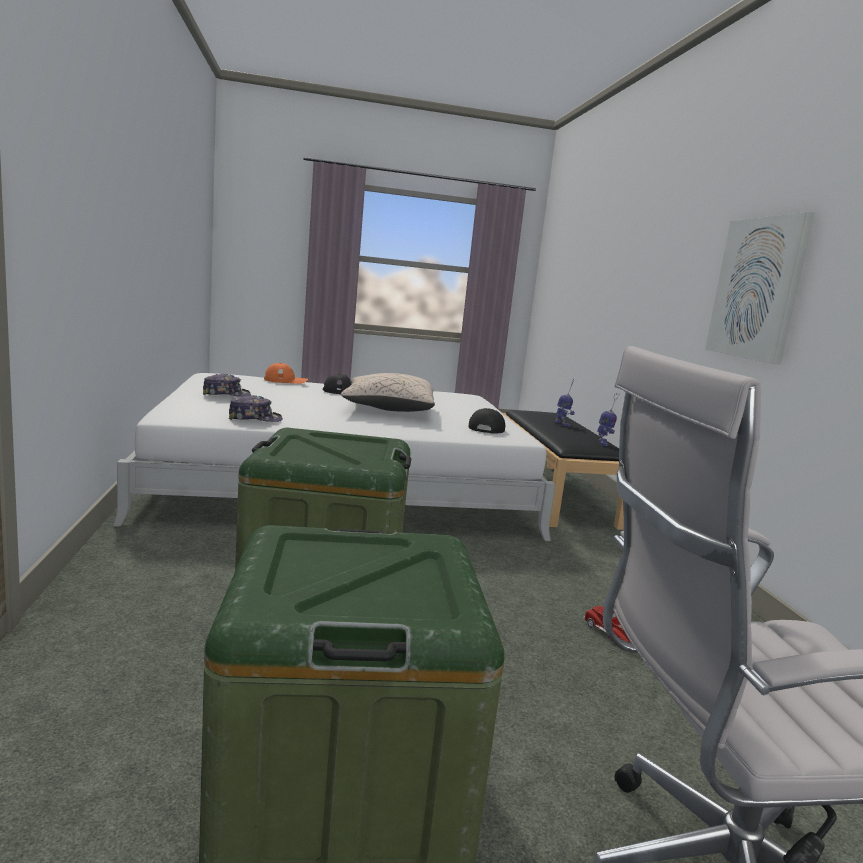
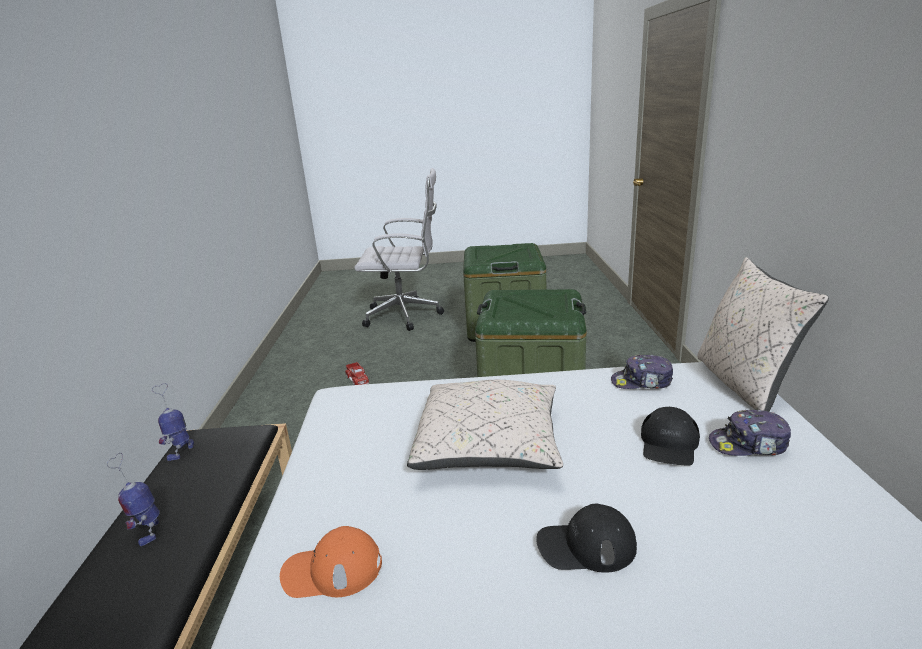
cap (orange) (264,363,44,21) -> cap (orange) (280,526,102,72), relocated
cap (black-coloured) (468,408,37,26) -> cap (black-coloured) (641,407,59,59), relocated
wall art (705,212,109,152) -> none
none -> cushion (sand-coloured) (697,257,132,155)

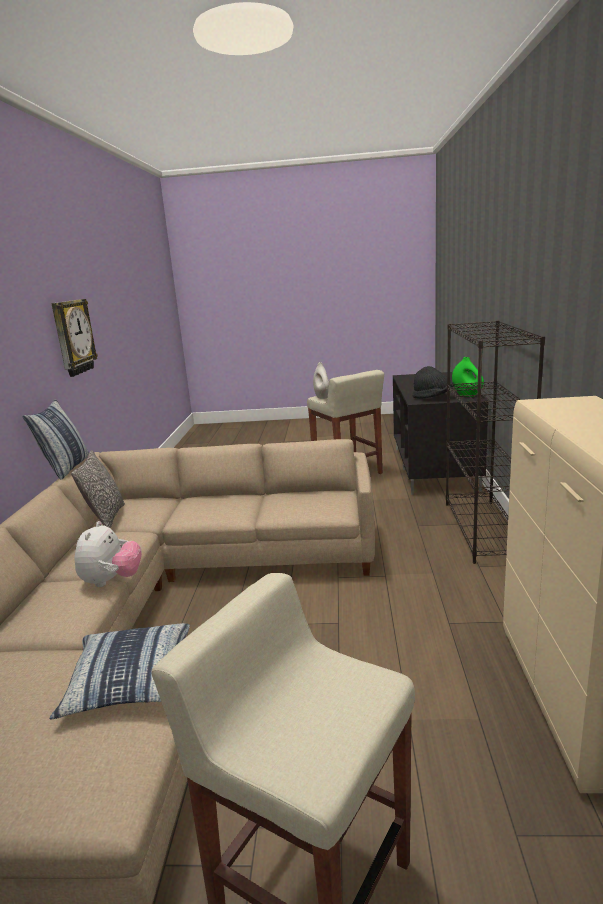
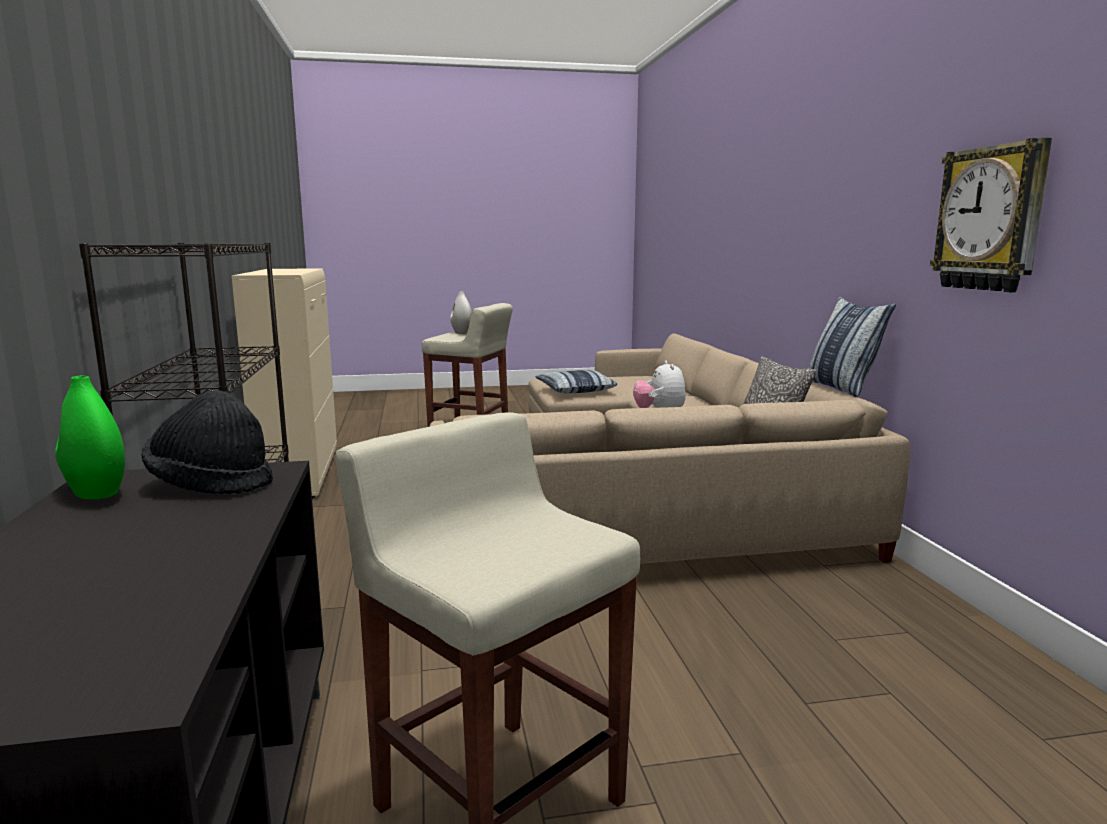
vase (white-coloured) (313,362,16,37) -> vase (white-coloured) (450,292,22,42), relocated

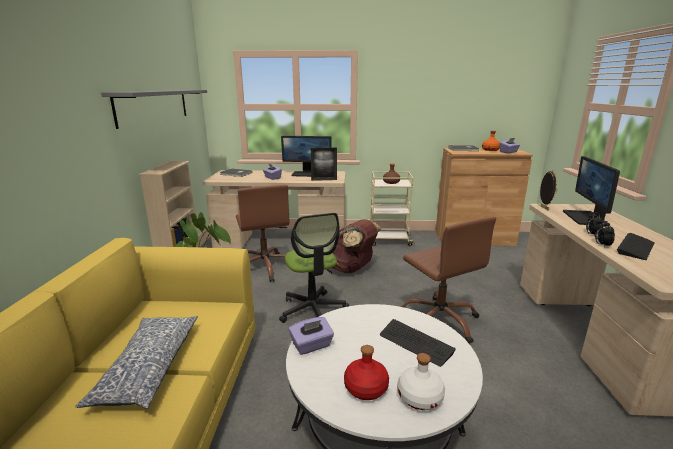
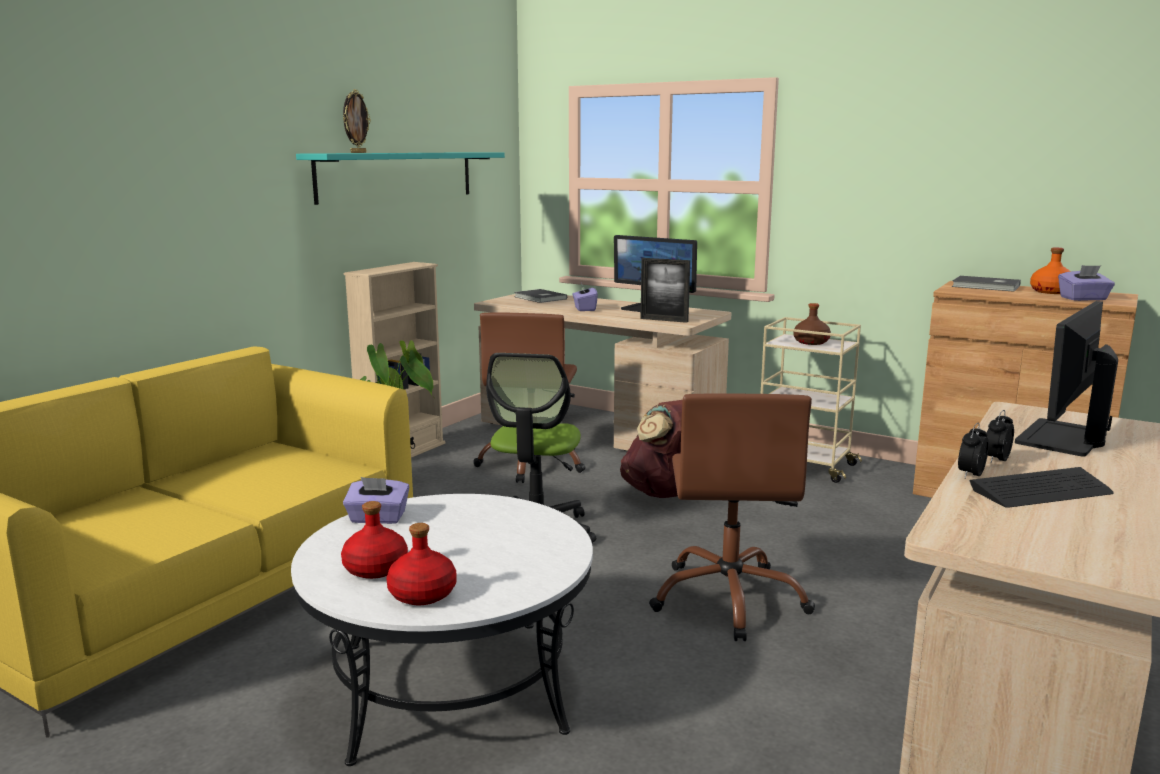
cushion (75,316,123,93) -> none
shelf (gray) (101,90,106,39) -> shelf (turquoise) (296,152,209,53)
keyboard (380,319,76,48) -> none
beverage bottle (white-coloured) (398,353,47,57) -> beverage bottle (reddish) (386,523,70,82)
picture frame (540,170,17,41) -> picture frame (343,89,28,64), relocated

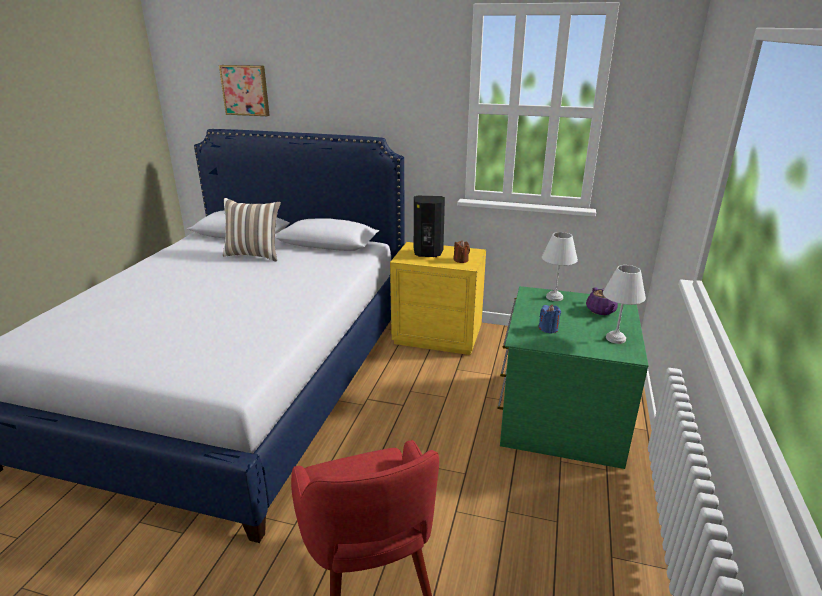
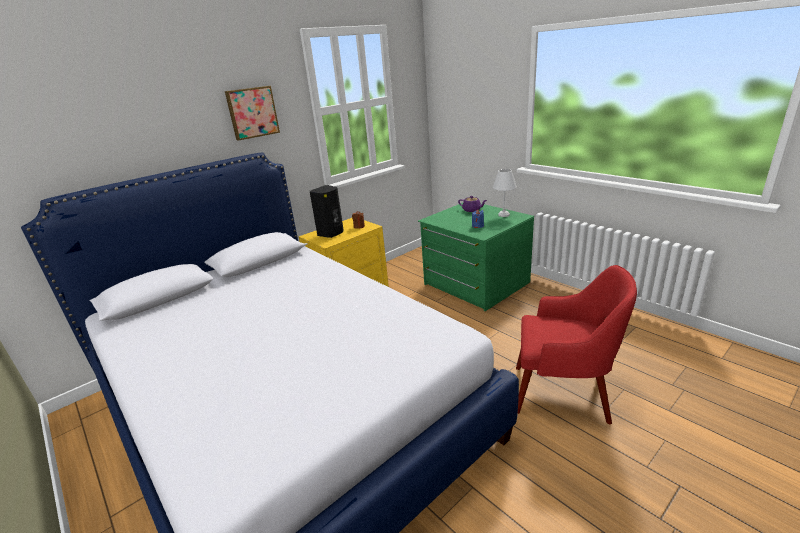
wall art (219,65,51,51) -> wall art (225,86,55,55), relocated
cushion (223,198,58,63) -> none
lamp for a table (white-coloured) (542,232,36,69) -> none

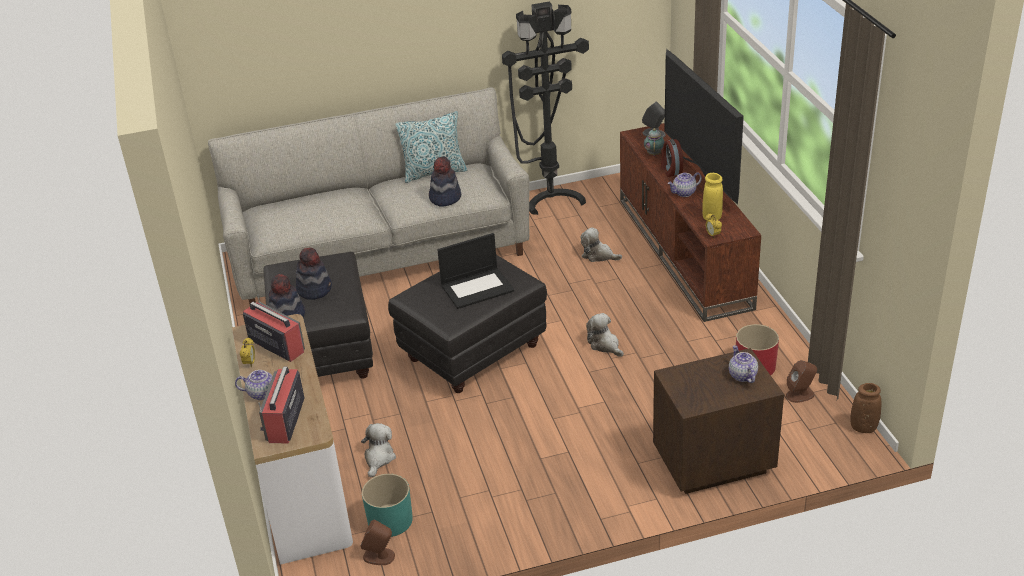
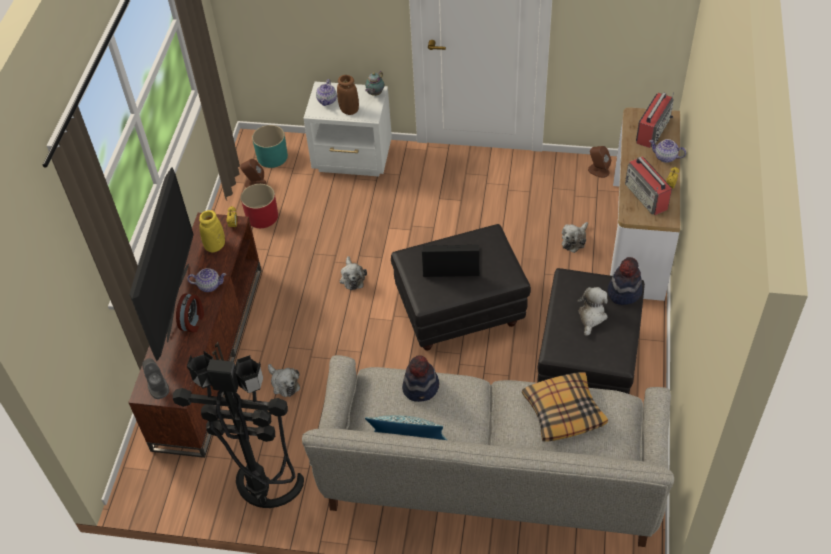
clothing hat (296,248,36,52) -> soft toy (578,287,30,49)
plant pot (turquoise) (362,474,51,63) -> plant pot (turquoise) (252,125,36,43), relocated
pot for tea (644,128,20,28) -> pot for tea (365,71,19,25), relocated
night table (brownish) (653,348,131,146) -> night table (white-coloured) (303,82,89,95)
vase (brownish) (850,383,31,50) -> vase (brownish) (337,75,22,40), relocated
none -> cushion (522,372,86,69)

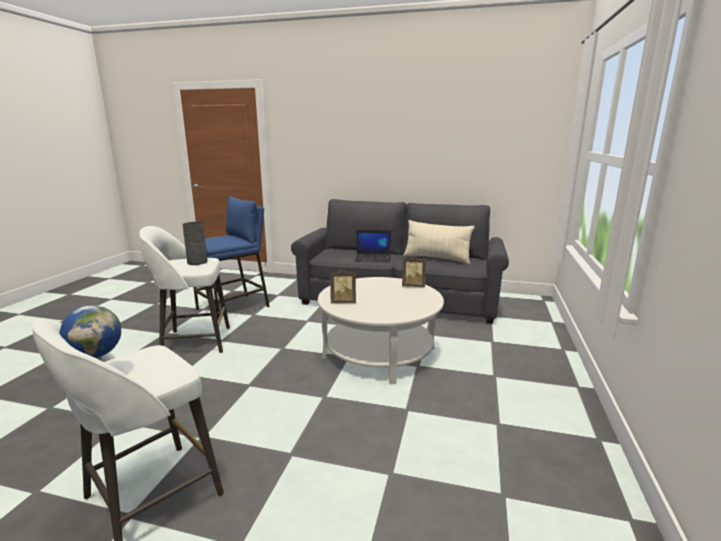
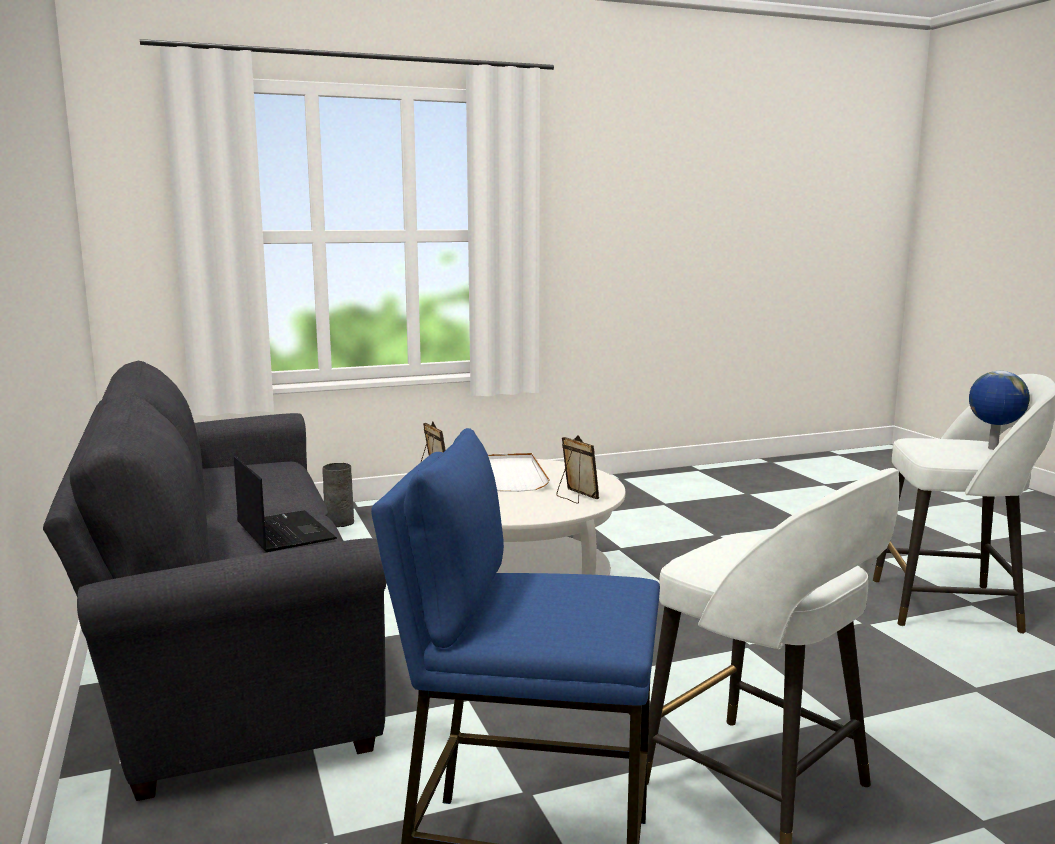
vase (gray) (183,222,25,43) -> vase (gray) (323,463,31,64), relocated
cushion (sand-coloured) (403,220,72,44) -> none
none -> tray (white-coloured) (488,453,62,39)

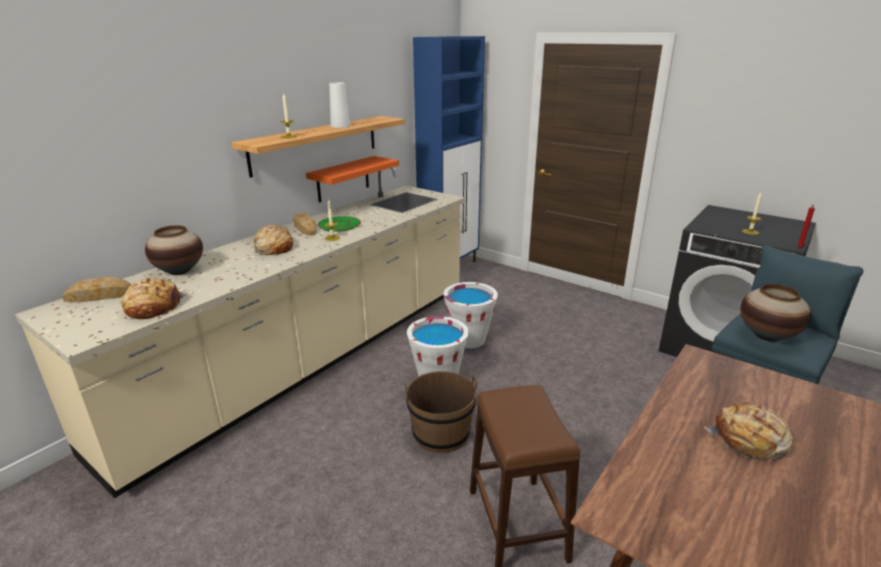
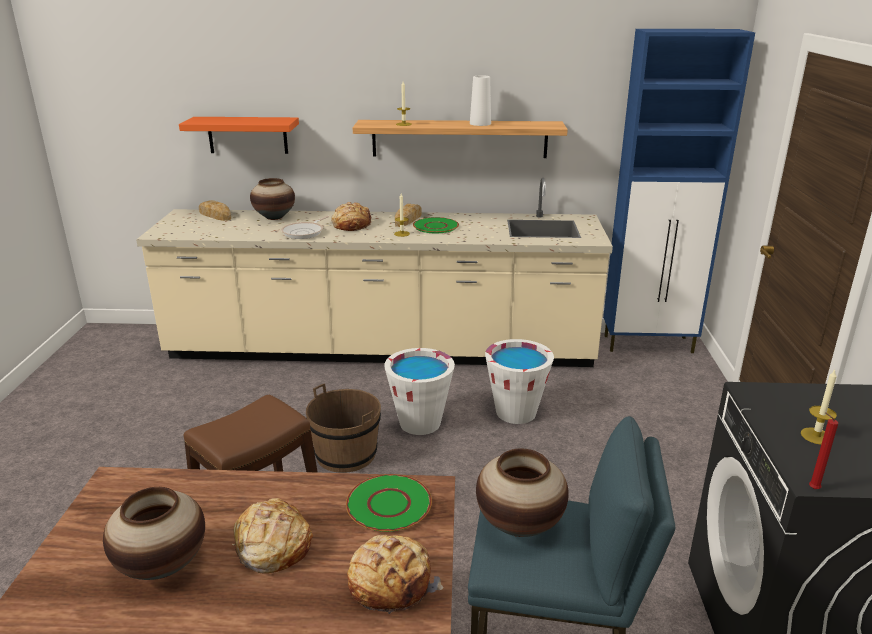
baked bread (121,278,66,41) -> baked bread (347,535,97,79), relocated
shelf (orange) (306,156,93,47) -> shelf (orange) (179,117,120,37), relocated
none -> vase (103,487,102,93)
none -> skillet (281,216,48,23)
none -> plate (green-coloured) (346,474,86,58)

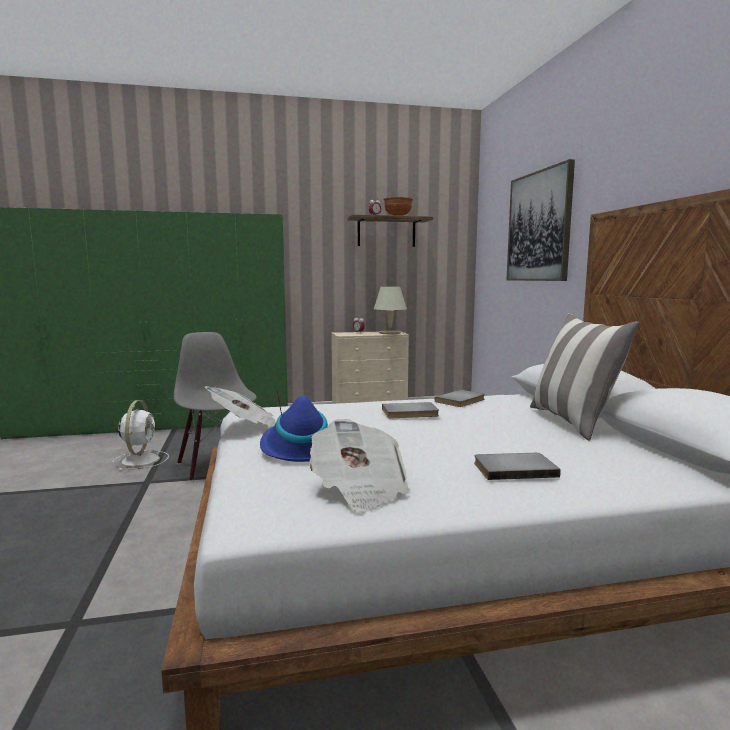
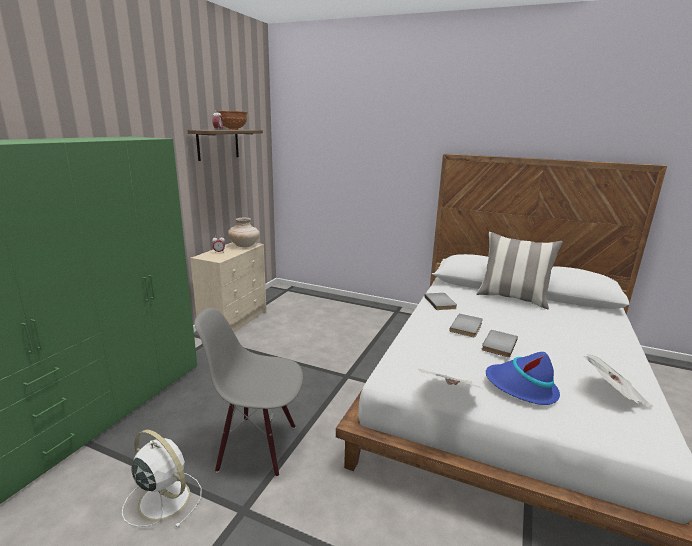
lamp for a table (sand-coloured) (374,286,33,48) -> vase (sand-coloured) (228,218,32,29)
book (gray) (474,453,87,27) -> book (gray) (482,330,36,28), relocated
wall art (506,159,69,122) -> none

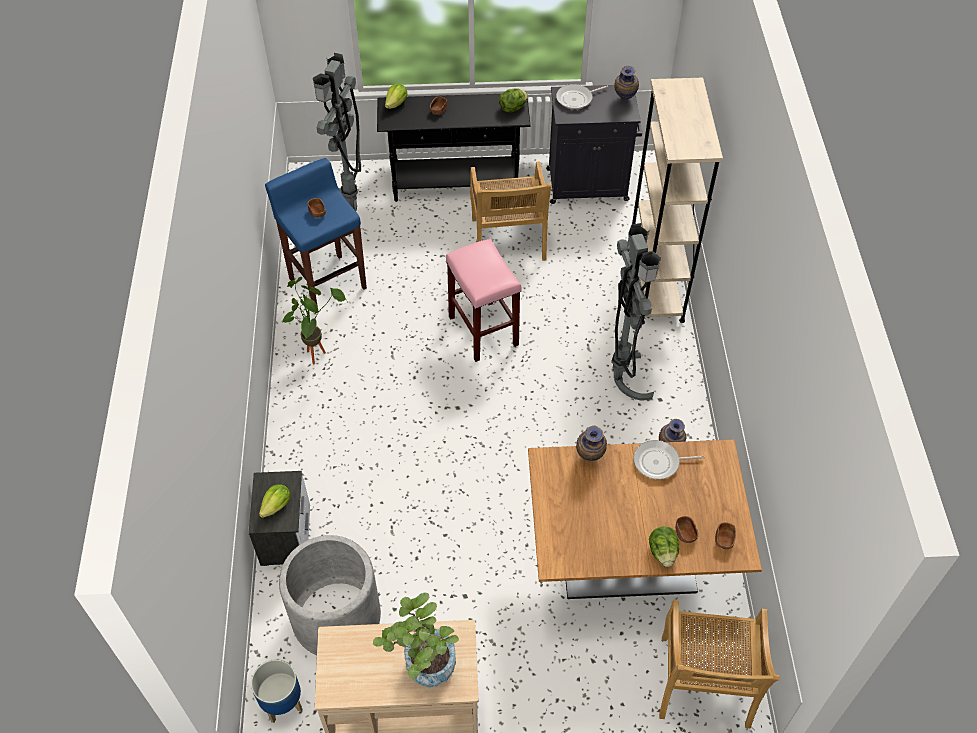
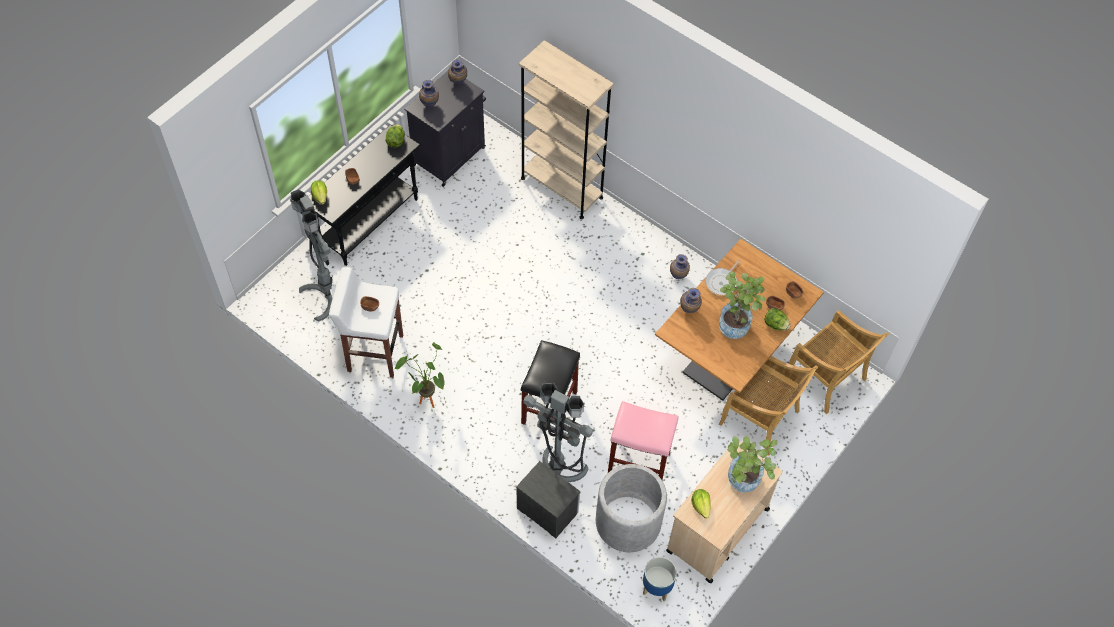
lettuce head (259,484,31,34) -> lettuce head (691,489,20,30), relocated
stool seat (blue-coloured) (265,158,102,155) -> stool seat (white-coloured) (329,267,74,111)
stool seat (pink-coloured) (446,239,75,123) -> stool seat (pink-coloured) (608,401,71,79), relocated
chair (sand-coloured) (470,162,82,99) -> chair (sand-coloured) (719,356,99,99), relocated
skillet (556,84,52,25) -> vase (419,80,20,27)
standard lamp (gray) (611,223,50,177) -> standard lamp (gray) (524,382,69,100), relocated
none -> stool seat (black-coloured) (521,340,59,85)
none -> potted plant (719,272,47,67)

